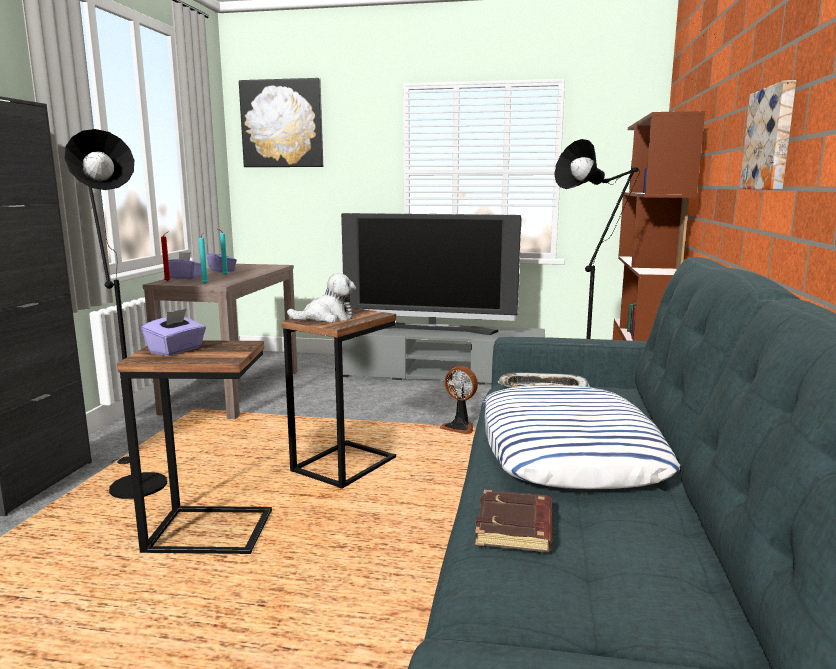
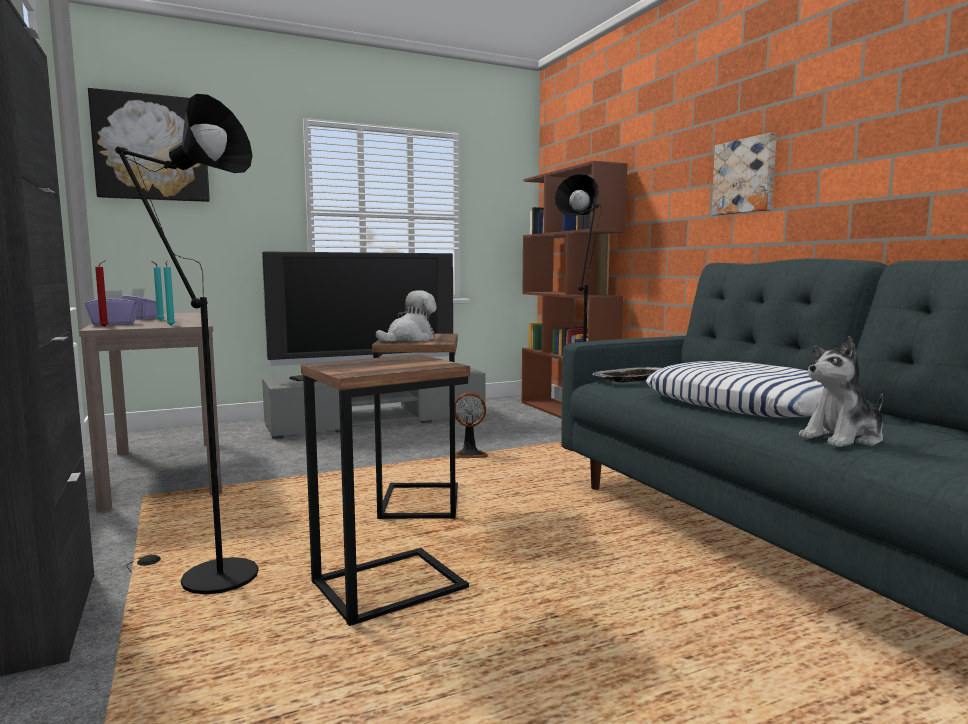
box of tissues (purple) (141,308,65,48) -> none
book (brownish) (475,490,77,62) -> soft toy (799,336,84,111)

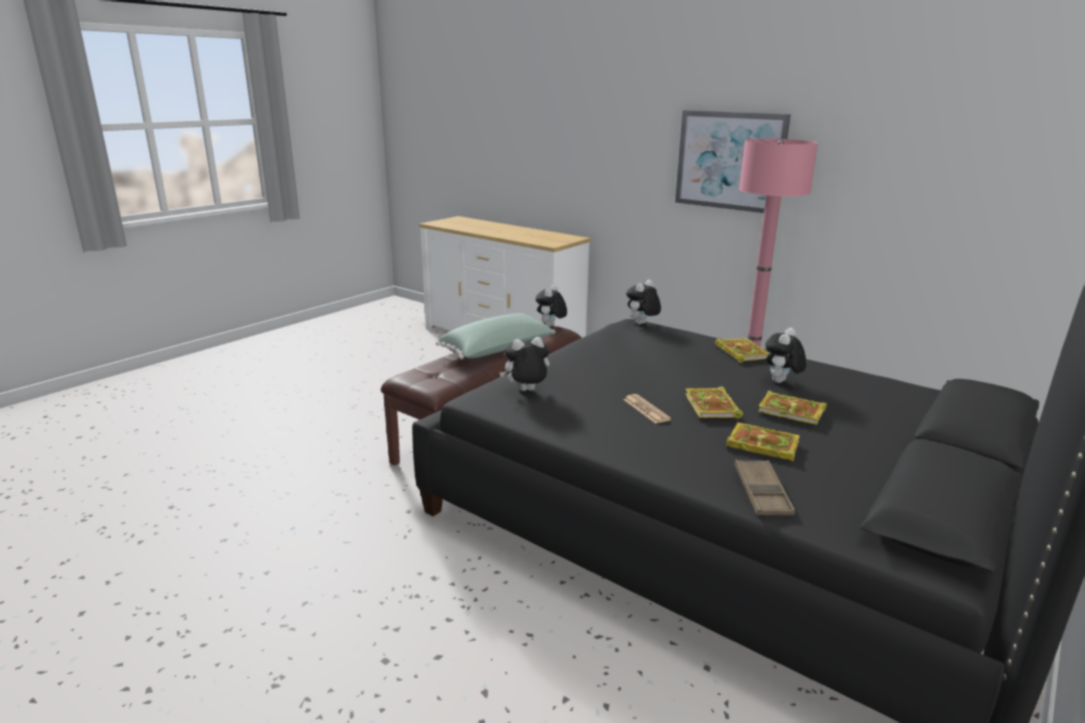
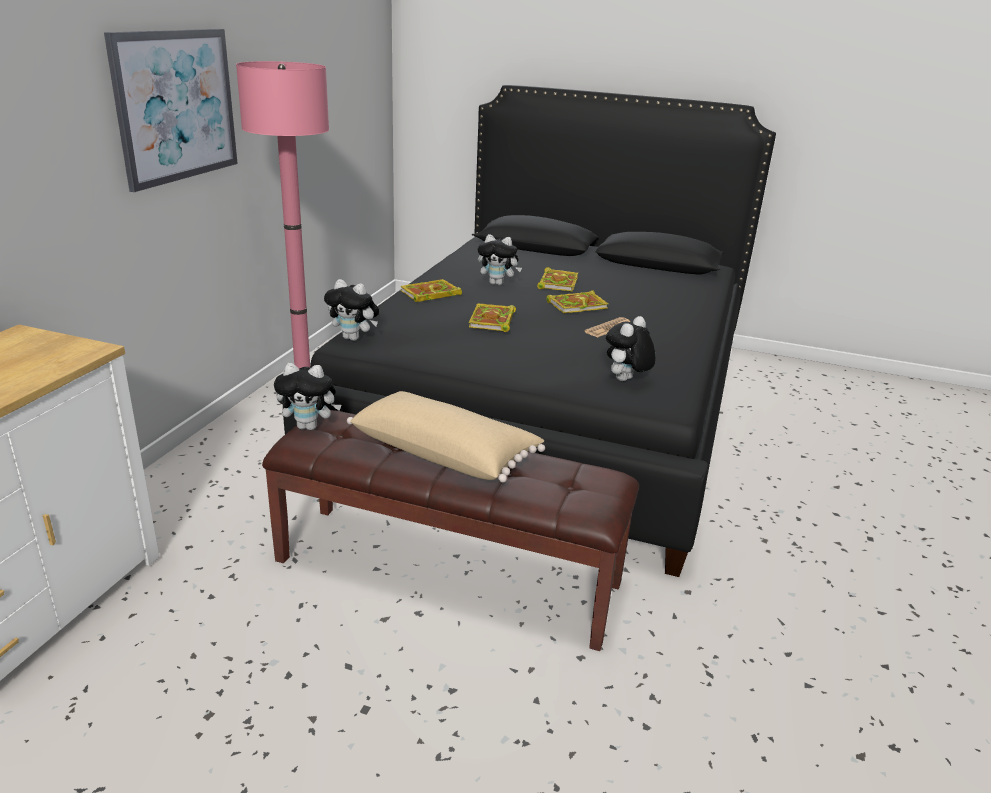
cushion (green-coloured) (436,313,119,46) -> cushion (sand-coloured) (347,391,198,91)
soft toy (499,337,51,54) -> soft toy (606,316,50,65), 75 degrees clockwise
book (726,423,74,39) -> book (469,303,47,29), relocated
tray (brownish) (734,460,61,56) -> none

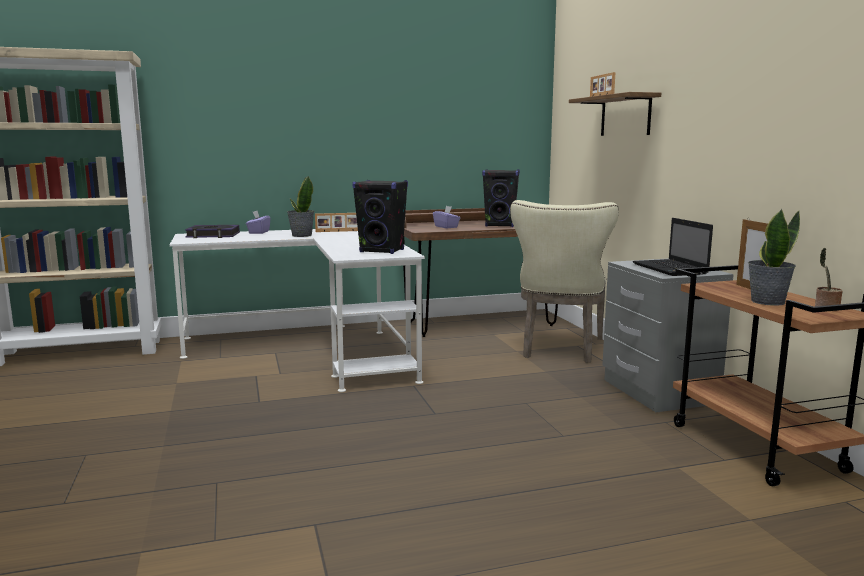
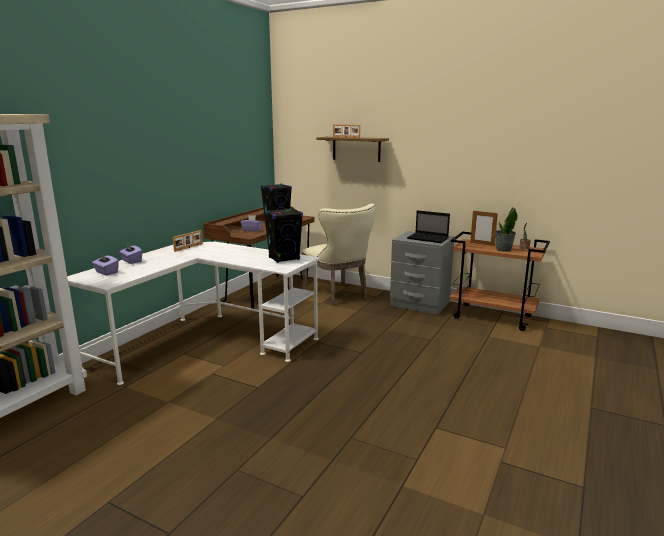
book (185,225,55,13) -> box of tissues (purple) (92,253,27,22)
potted plant (287,176,27,61) -> none

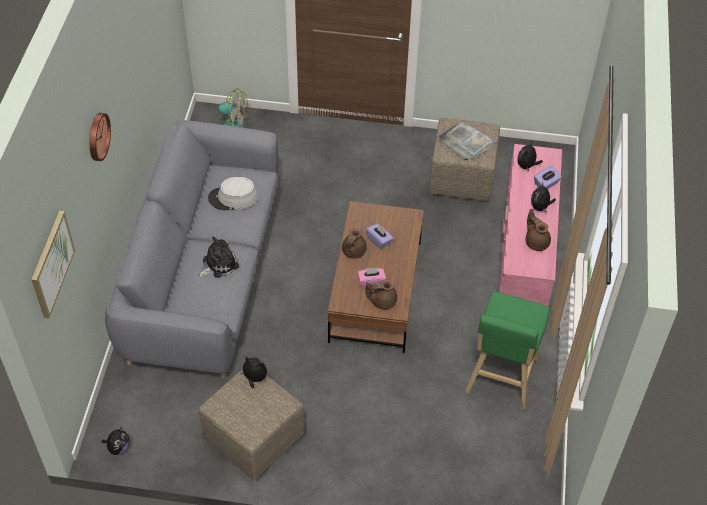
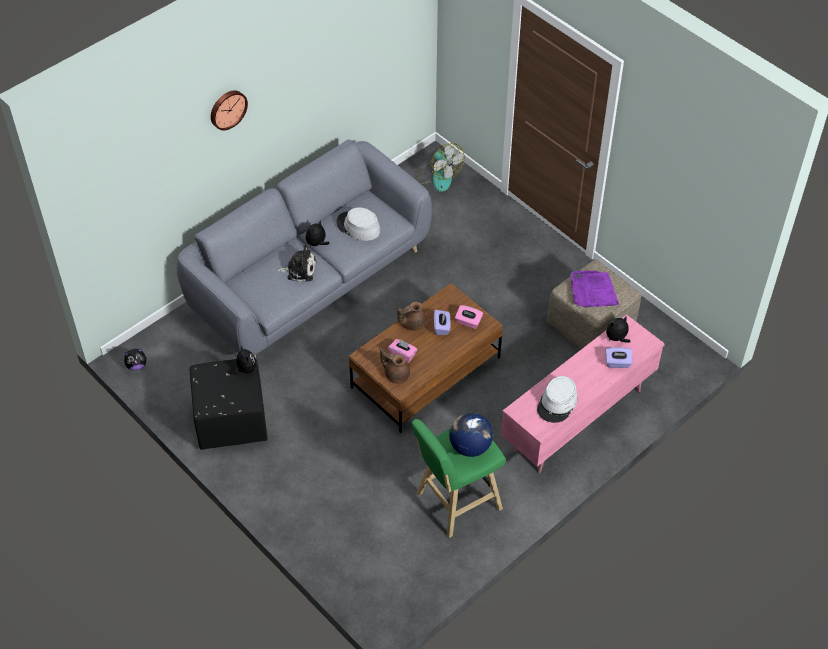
wall art (31,210,44,109) -> none
ottoman (sand-coloured) (199,372,106,108) -> ottoman (black-coloured) (190,358,77,92)
tray (gray) (438,122,58,38) -> tray (purple) (570,270,49,37)
pot for tea (brownish) (526,209,25,42) -> clothing hat (gray) (537,376,41,47)
soft toy (531,181,25,32) -> soft toy (305,221,25,26), relocated
none -> desk globe (449,413,44,44)
none -> box of tissues (pink-coloured) (455,305,28,24)

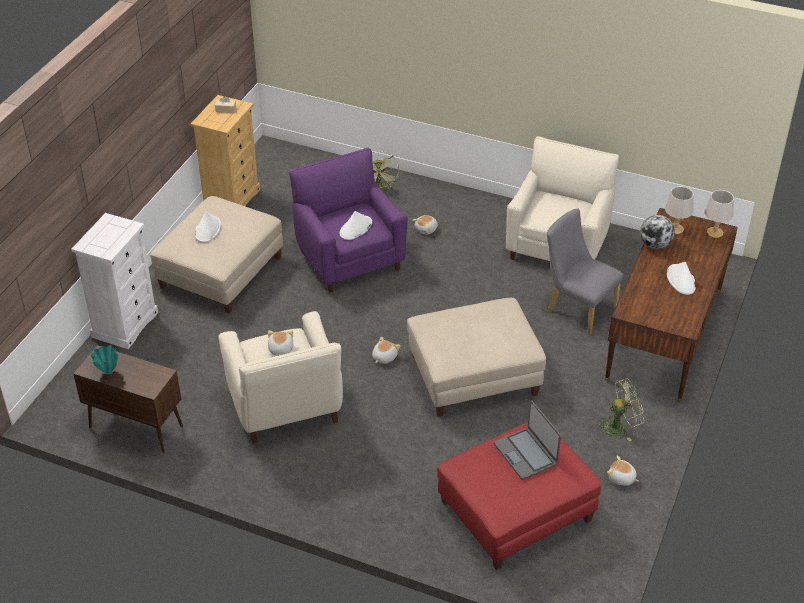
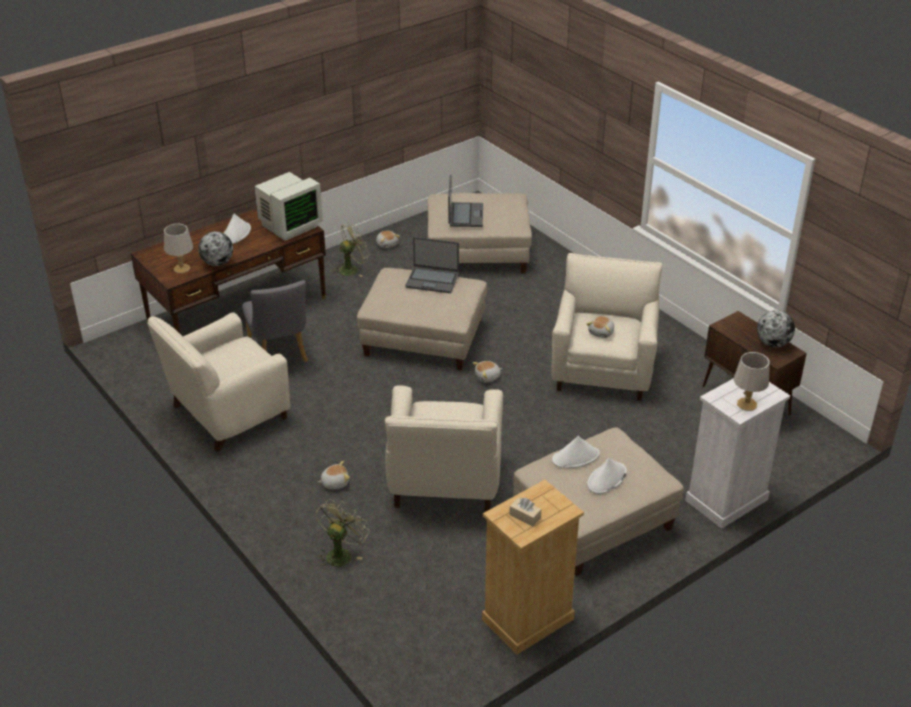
vase (turquoise) (91,345,27,29) -> desk globe (757,310,38,37)
easy chair (purple) (289,148,119,145) -> easy chair (sand-coloured) (385,385,118,127)
clothing hat (white-coloured) (340,211,32,29) -> clothing hat (white-coloured) (552,436,48,32), relocated
ottoman (reddish) (437,422,164,148) -> ottoman (sand-coloured) (428,193,104,80)
fan (green-coloured) (598,378,46,63) -> fan (green-coloured) (332,223,36,54), 135 degrees clockwise
lamp for a table (gray) (705,190,29,48) -> lamp for a table (gray) (734,352,36,59), relocated
none -> computer display (254,172,69,69)
none -> notebook computer (405,237,54,56)

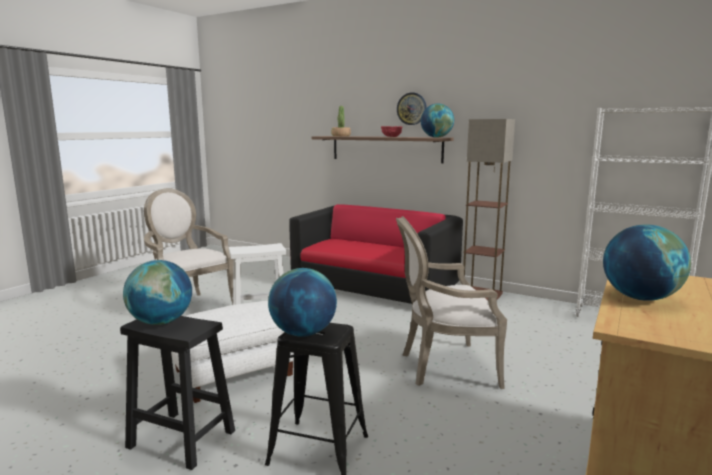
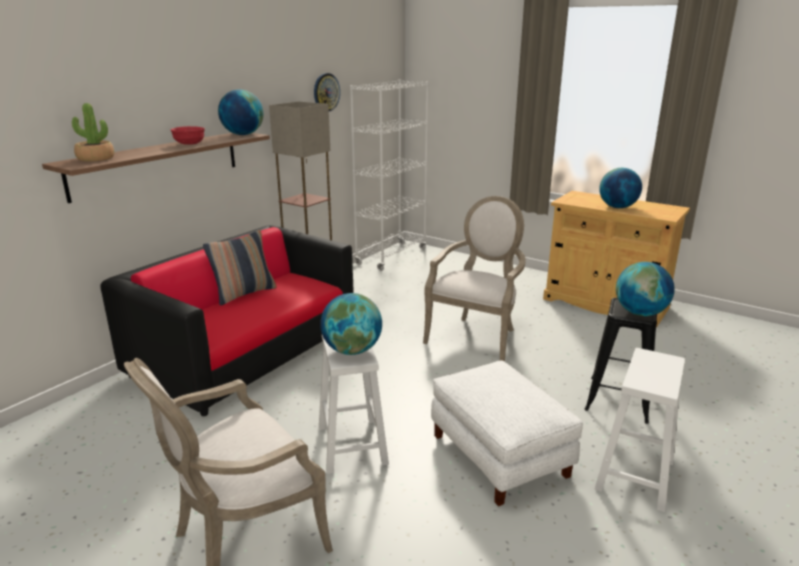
stool seat (black-coloured) (120,316,115,154) -> stool seat (white-coloured) (594,348,91,164)
desk globe (123,260,69,65) -> desk globe (320,293,62,62), relocated
easy chair (396,216,111,173) -> easy chair (423,196,103,166), 150 degrees counterclockwise
wall clock (397,92,30,33) -> wall clock (314,73,26,38), relocated
none -> cushion (203,230,73,76)

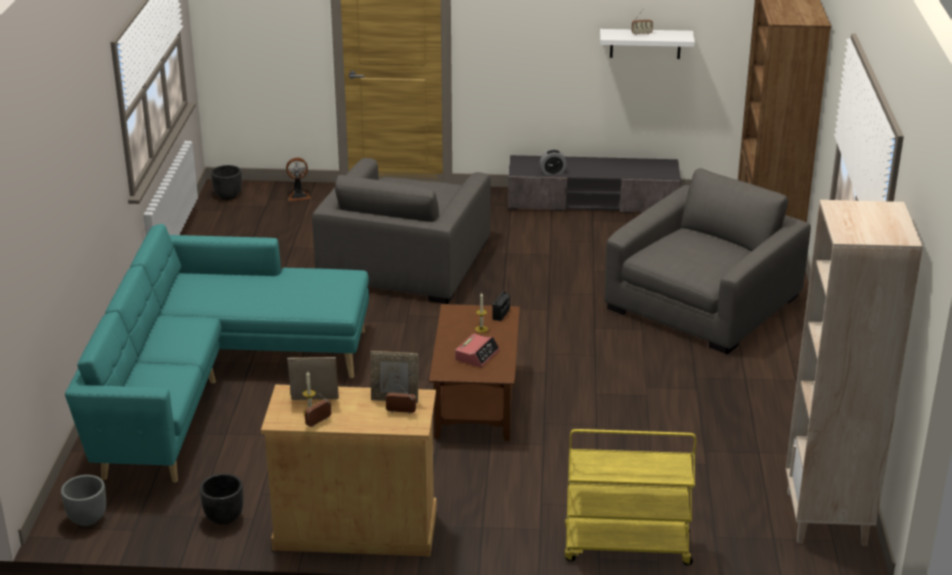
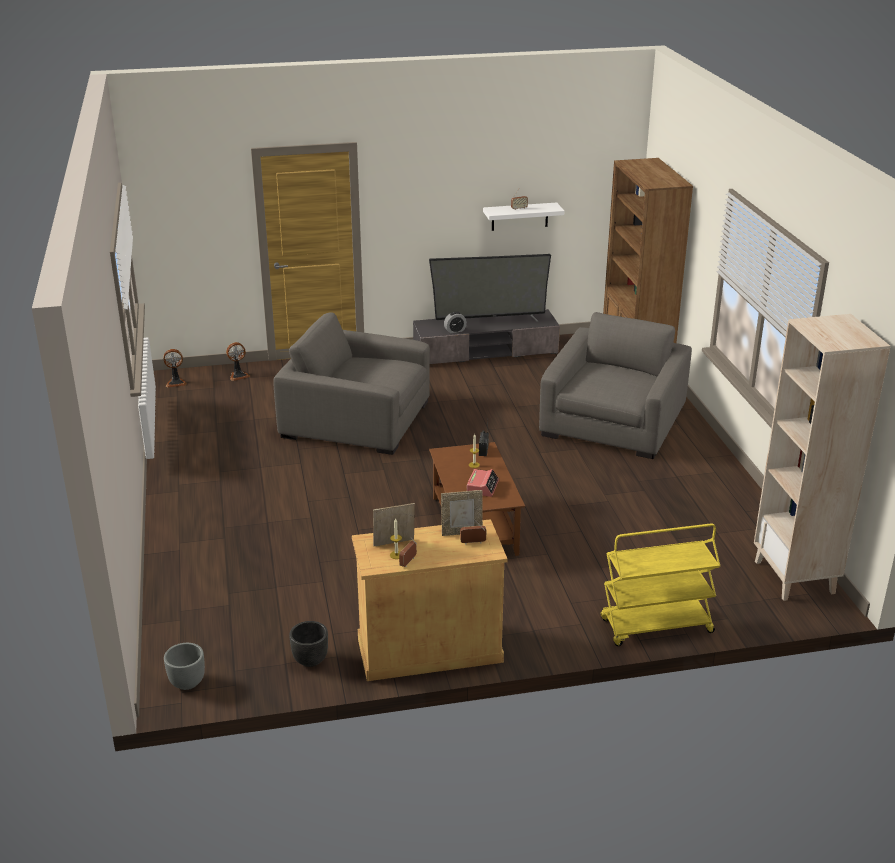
sofa (turquoise) (65,224,304,259) -> none
plant pot (black-coloured) (211,165,31,35) -> fan (163,349,24,38)
easy chair (gray) (312,158,179,146) -> easy chair (gray) (273,313,157,142), 105 degrees clockwise
none -> television (429,254,122,68)

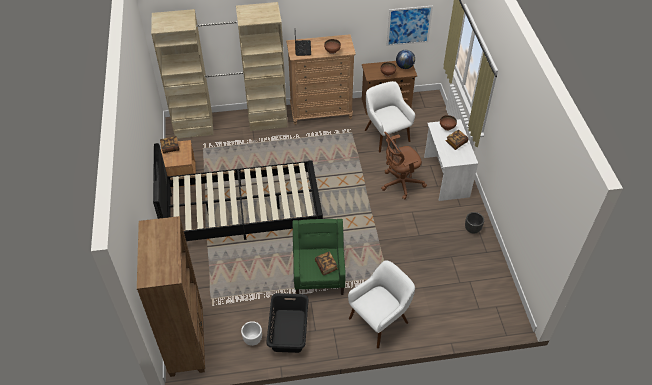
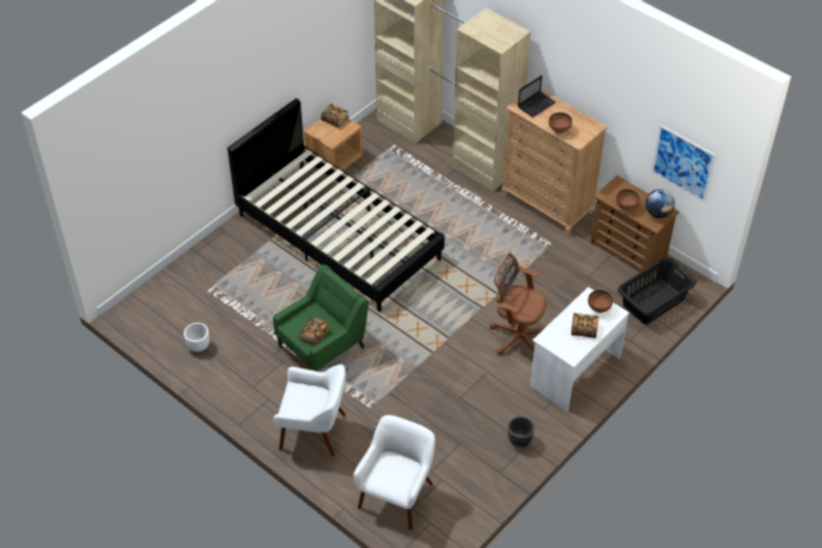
shelving unit (brownish) (137,216,68,161) -> none
laundry basket (black-coloured) (266,293,43,60) -> laundry basket (black-coloured) (618,257,78,67), relocated
easy chair (white-coloured) (365,81,50,71) -> easy chair (white-coloured) (353,415,82,115), relocated

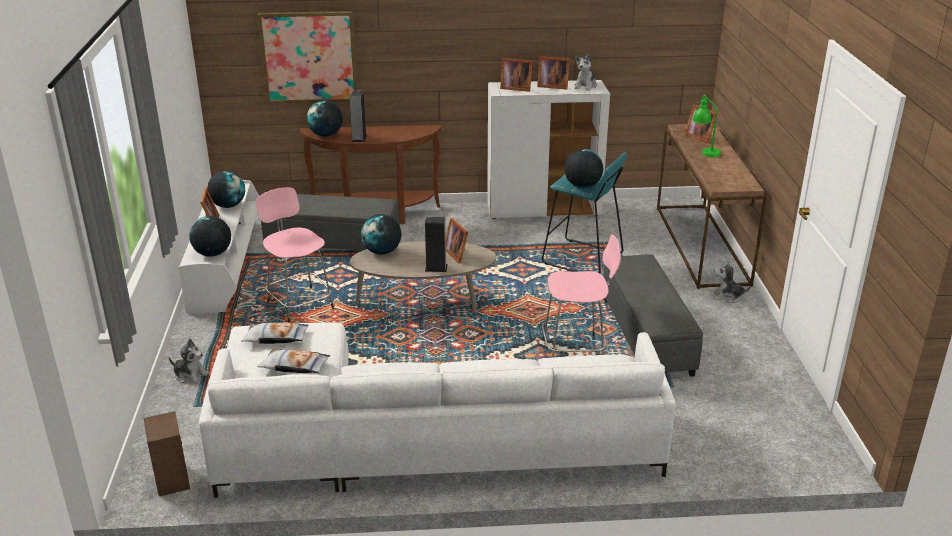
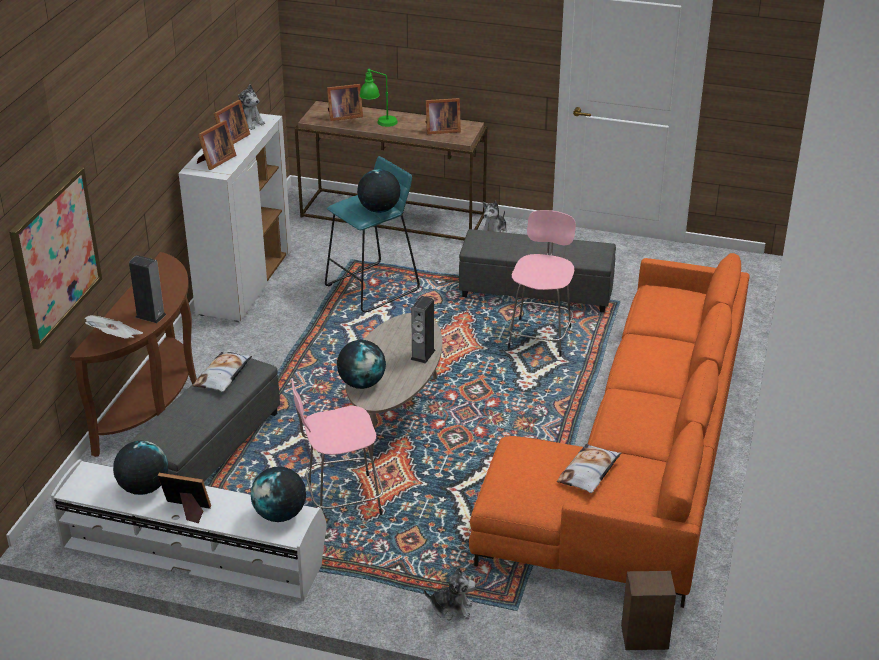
soft toy (169,339,40,45) -> soft toy (424,567,52,54), 60 degrees clockwise
sofa (white-coloured) (199,322,476,176) -> sofa (orange) (469,253,281,355)
cushion (241,322,68,22) -> cushion (193,352,59,40), relocated
desk globe (307,101,36,36) -> newspaper (85,315,58,24)
picture frame (446,218,22,45) -> picture frame (426,98,35,36), relocated

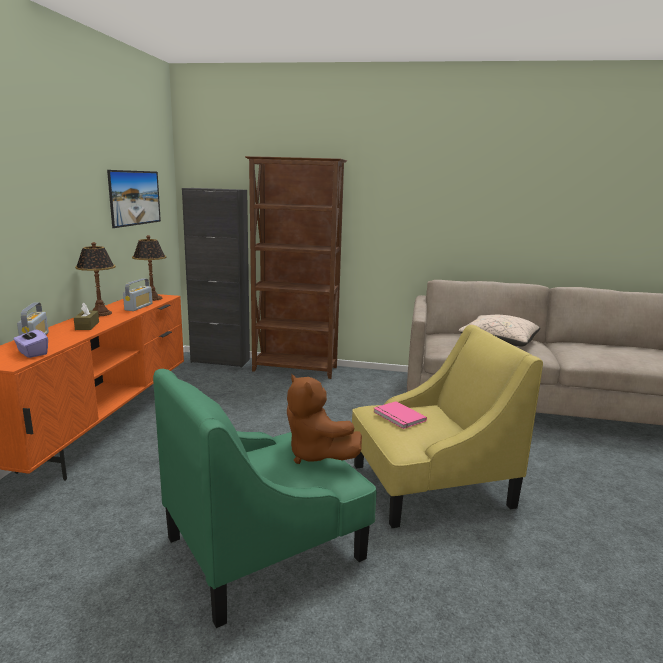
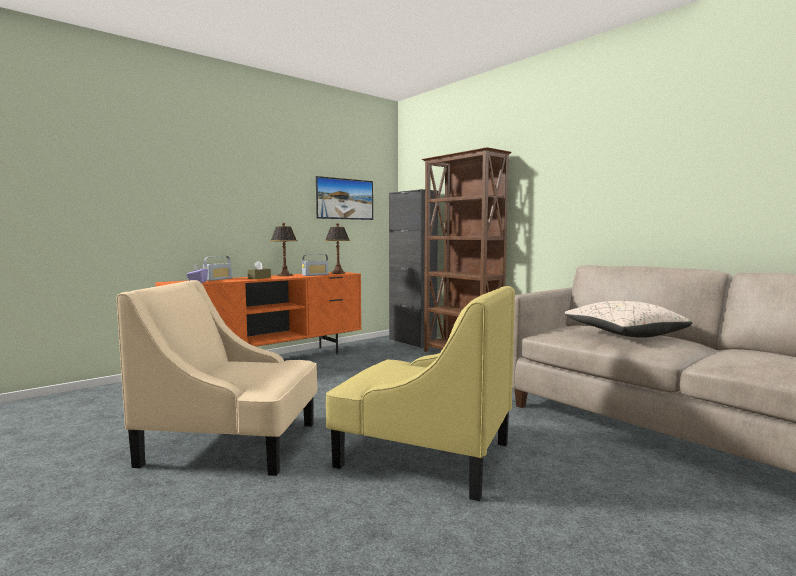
easy chair (green-coloured) (153,369,223,259) -> easy chair (sand-coloured) (116,280,202,196)
soft toy (brownish) (287,374,75,90) -> none
book (pink-coloured) (374,401,53,28) -> none

